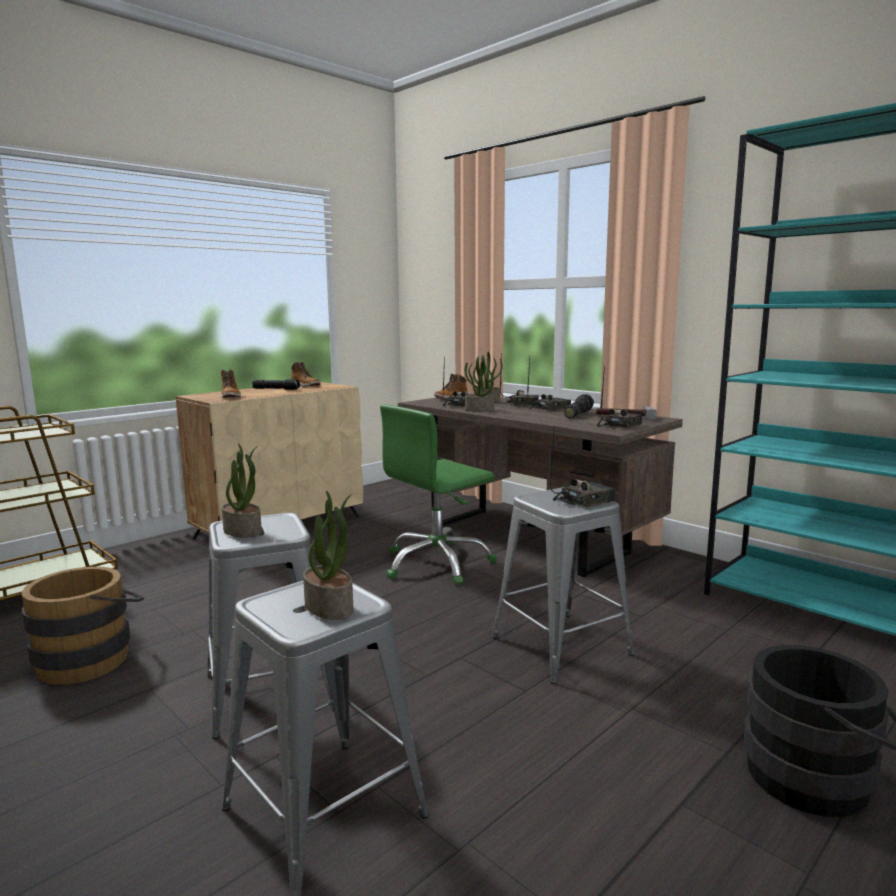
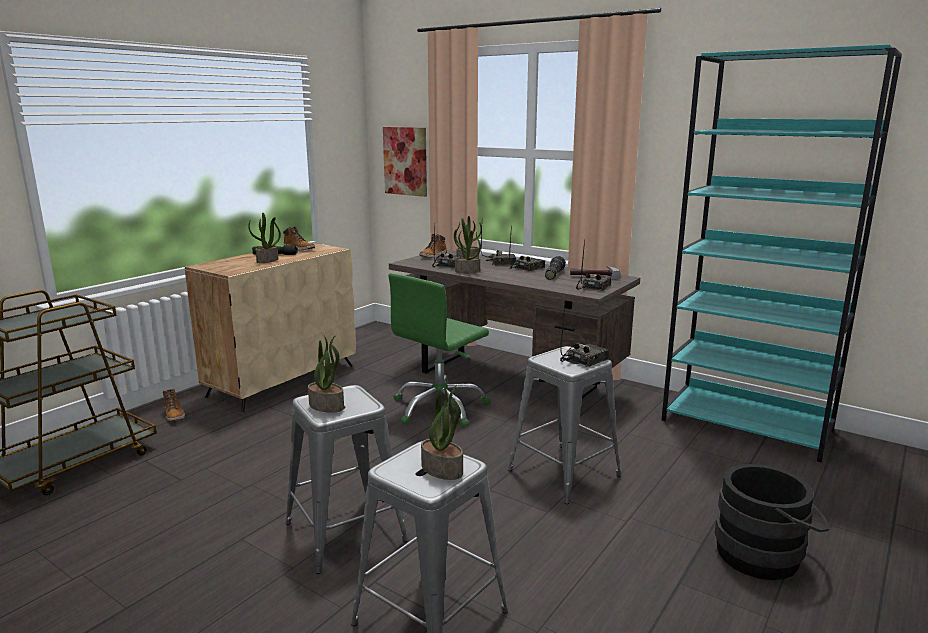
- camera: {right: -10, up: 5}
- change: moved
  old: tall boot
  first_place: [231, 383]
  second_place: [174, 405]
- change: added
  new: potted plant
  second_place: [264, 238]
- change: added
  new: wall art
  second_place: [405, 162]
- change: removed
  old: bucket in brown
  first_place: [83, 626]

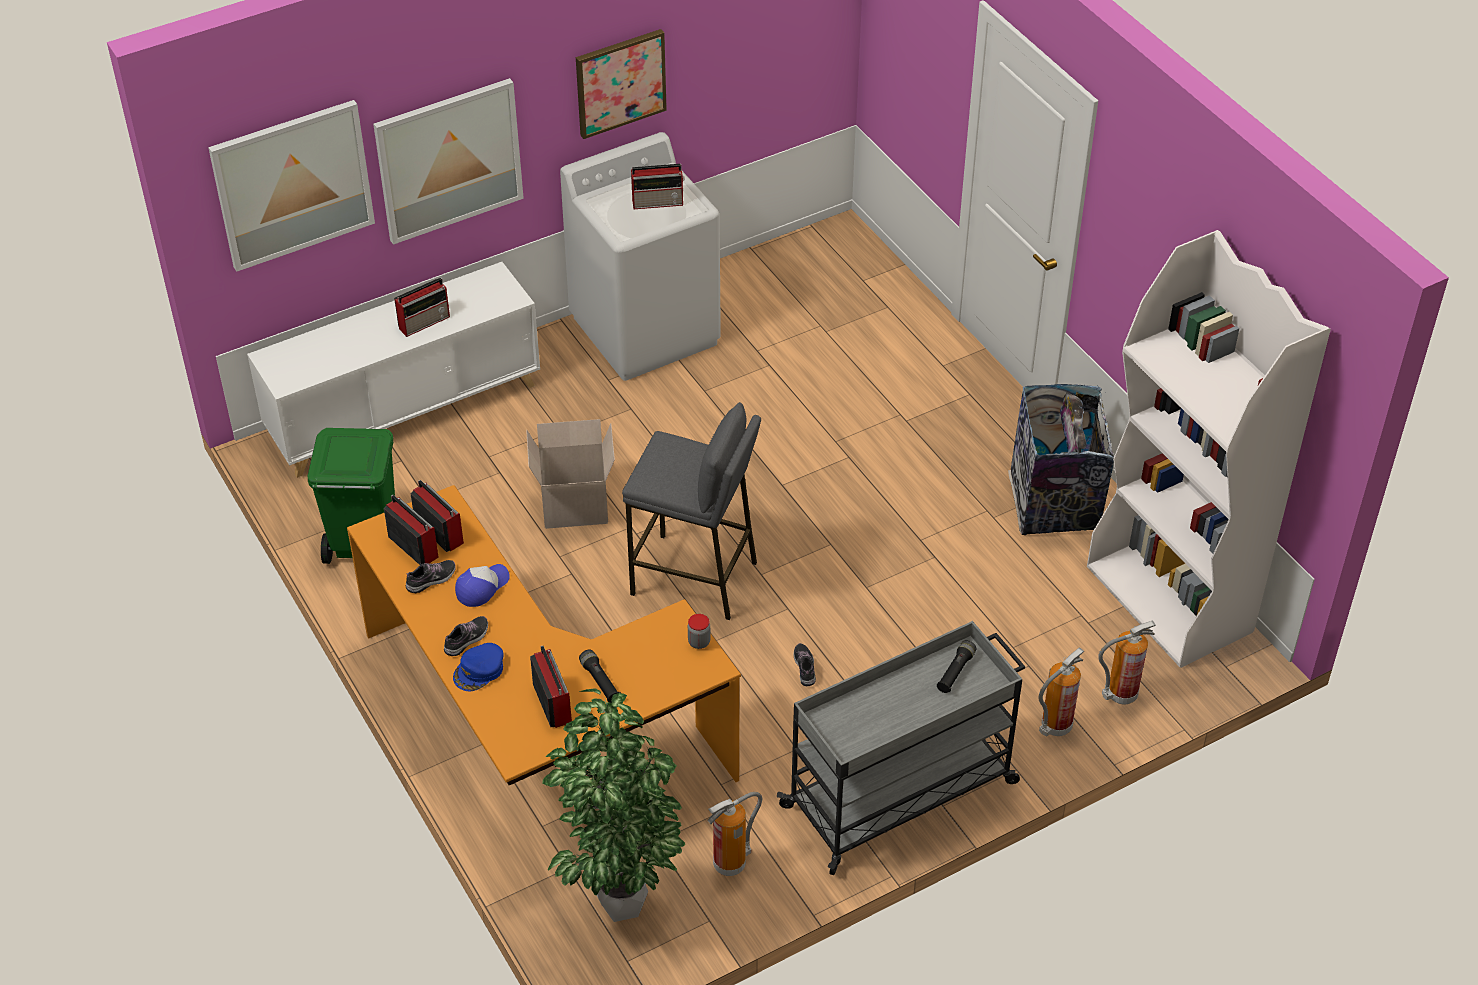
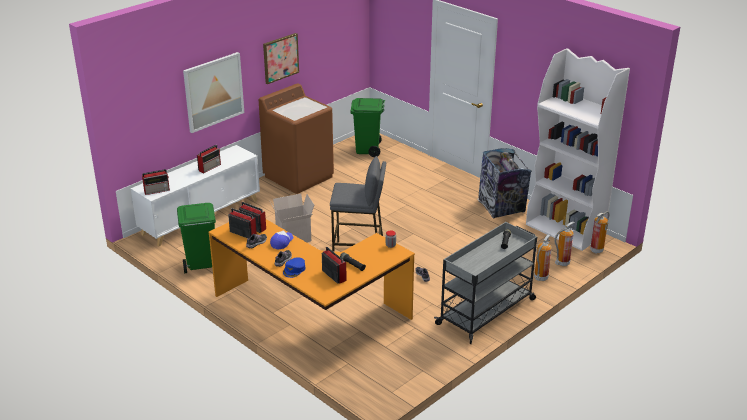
- camera: {right: -15, up: -15}
- change: moved
  old: radio
  first_place: [658, 186]
  second_place: [156, 182]
- change: recoloured
  old: washing machine in white
  new: washing machine in brown
  first_place: [640, 256]
  second_place: [296, 139]
- change: added
  new: rubbish bin in green-coloured
  second_place: [368, 127]
- change: moved
  old: fire-fighting cylinder
  first_place: [734, 834]
  second_place: [599, 232]
- change: removed
  old: wall art
  first_place: [291, 186]
- change: removed
  old: potted plant
  first_place: [613, 805]

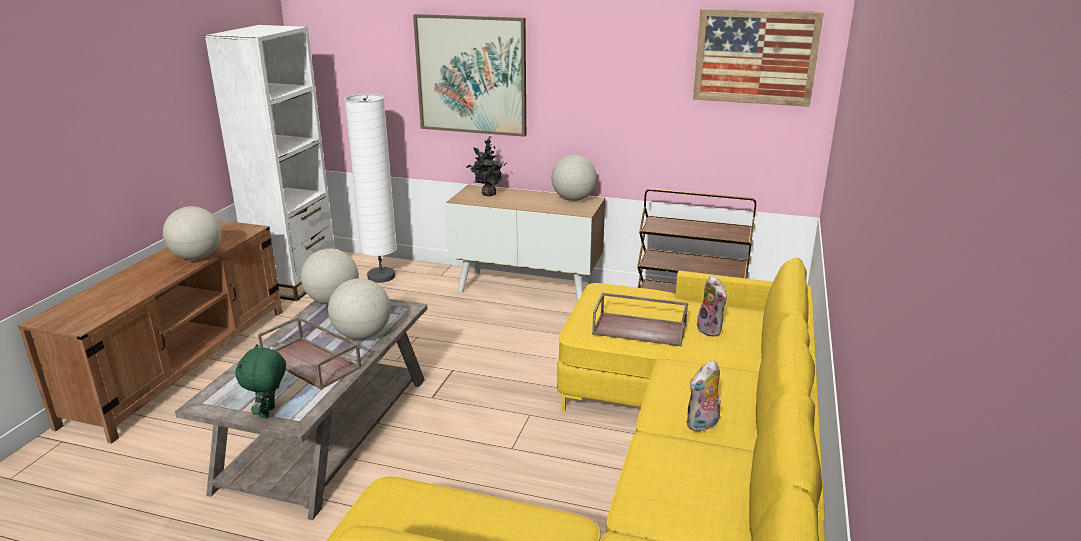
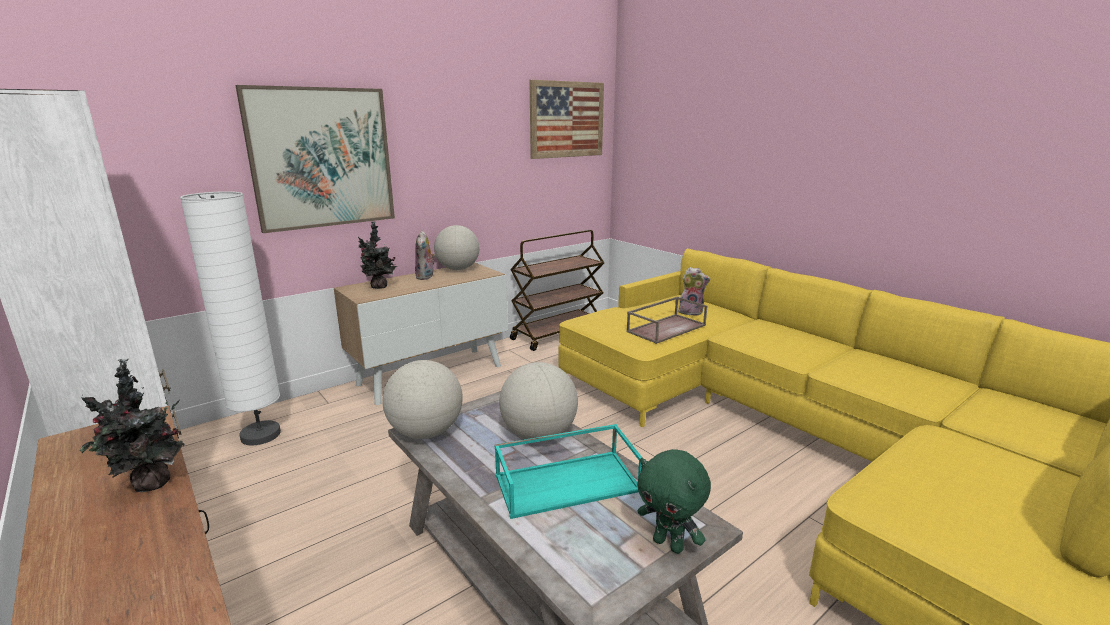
- camera: {right: -55, up: -5}
- change: replaced
  old: world globe
  new: potted plant
  first_place: [192, 233]
  second_place: [132, 425]
- change: moved
  old: cuddly toy
  first_place: [703, 396]
  second_place: [425, 255]
- change: recoloured
  old: tray in brown
  new: tray in blue-green
  first_place: [310, 353]
  second_place: [568, 471]

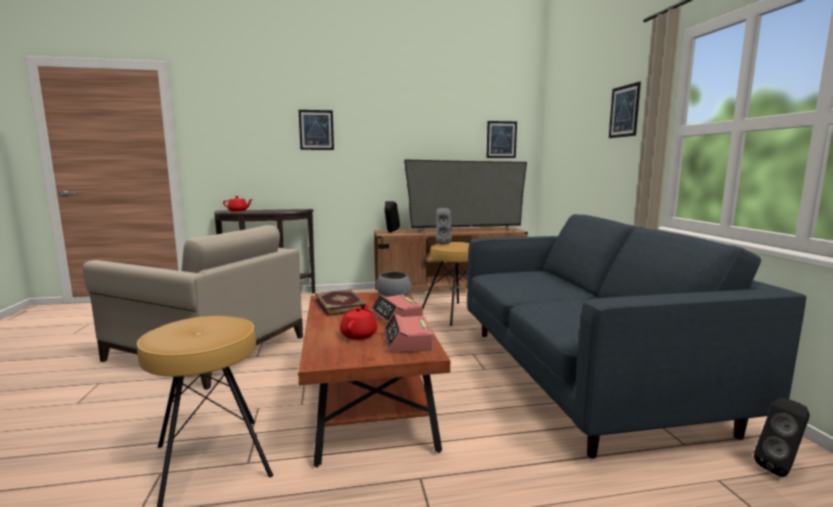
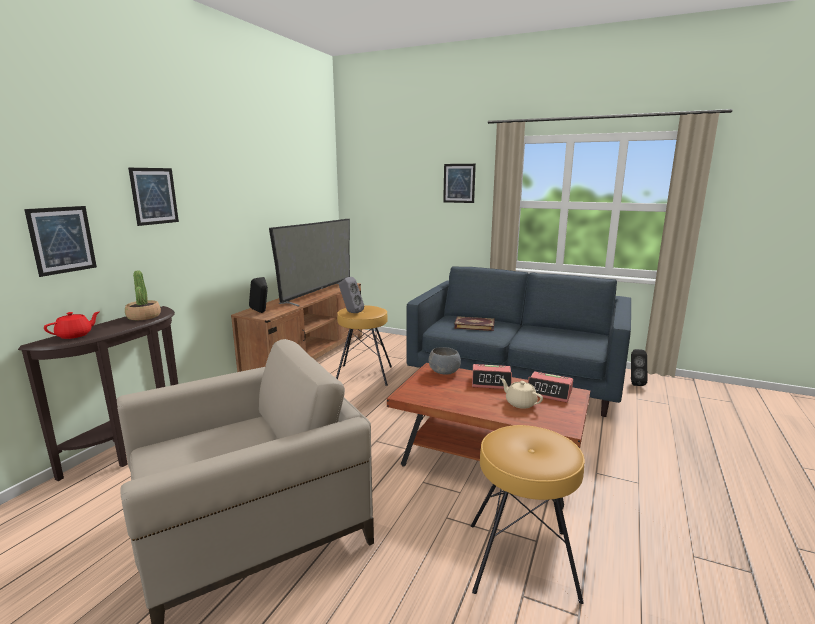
- camera: {right: -55, up: 5}
- change: moved
  old: wall art
  first_place: [501, 139]
  second_place: [60, 241]
- change: added
  new: potted plant
  second_place: [143, 295]
- change: moved
  old: book
  first_place: [341, 302]
  second_place: [474, 323]
- change: recoloured
  old: pot for tea in red-coloured
  new: pot for tea in beige-coloured
  first_place: [358, 322]
  second_place: [521, 393]

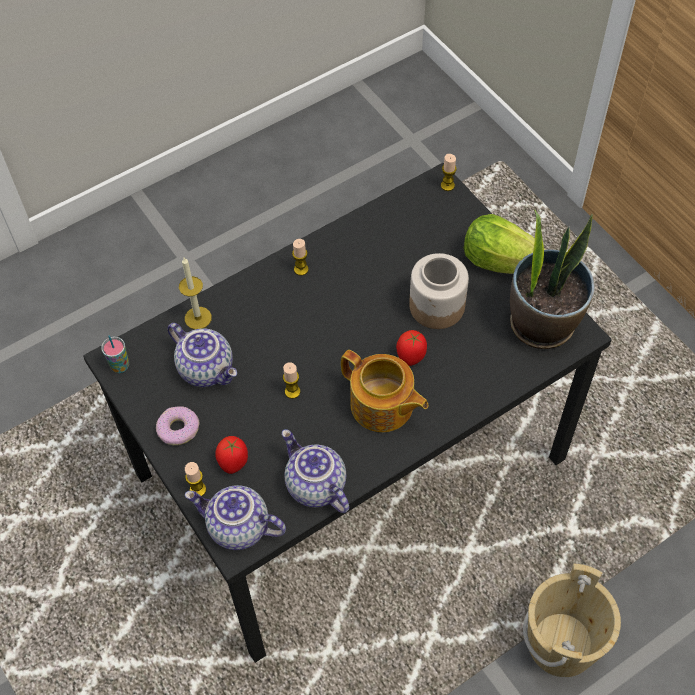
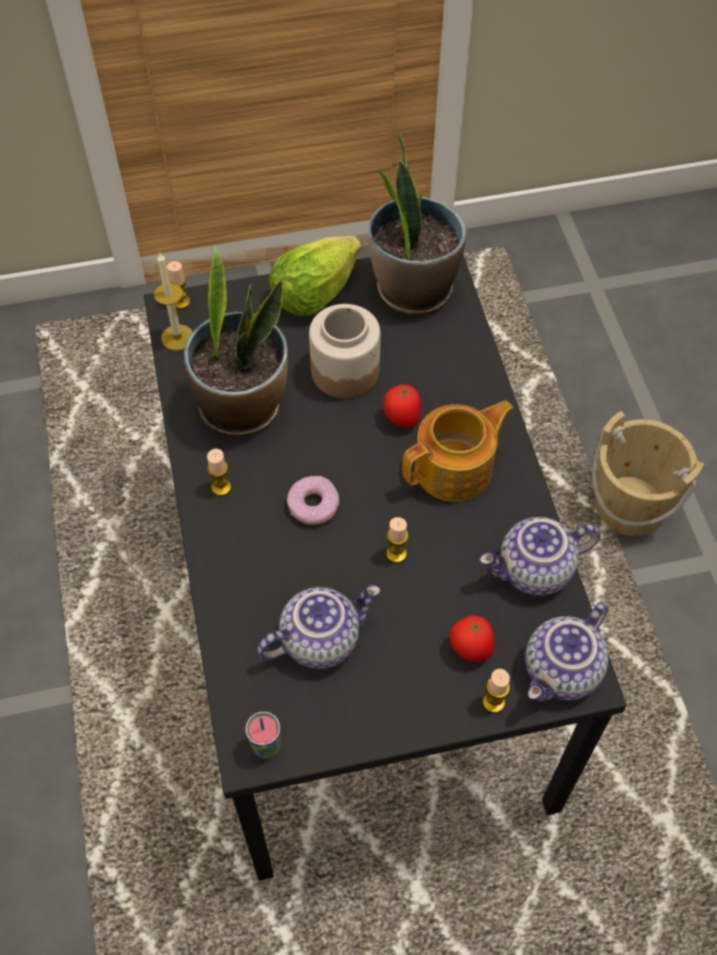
- camera: {right: -70, up: 0}
- change: moved
  old: candle
  first_place: [195, 293]
  second_place: [173, 302]
- change: added
  new: potted plant
  second_place: [236, 340]
- change: moved
  old: donut
  first_place: [178, 425]
  second_place: [313, 500]

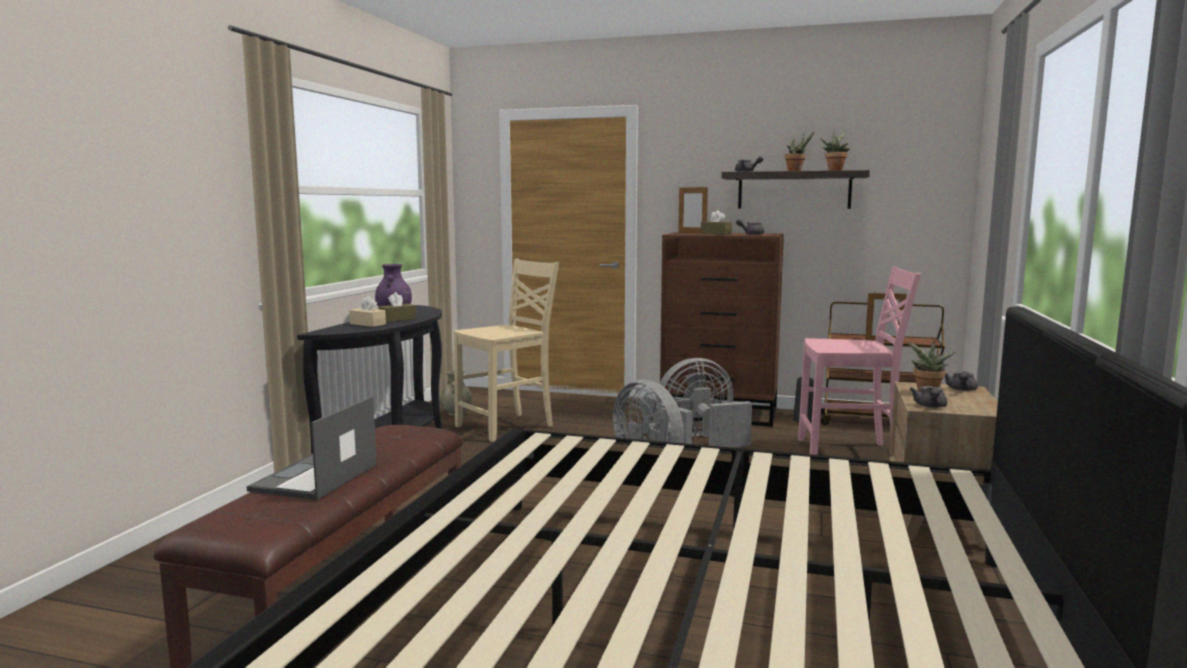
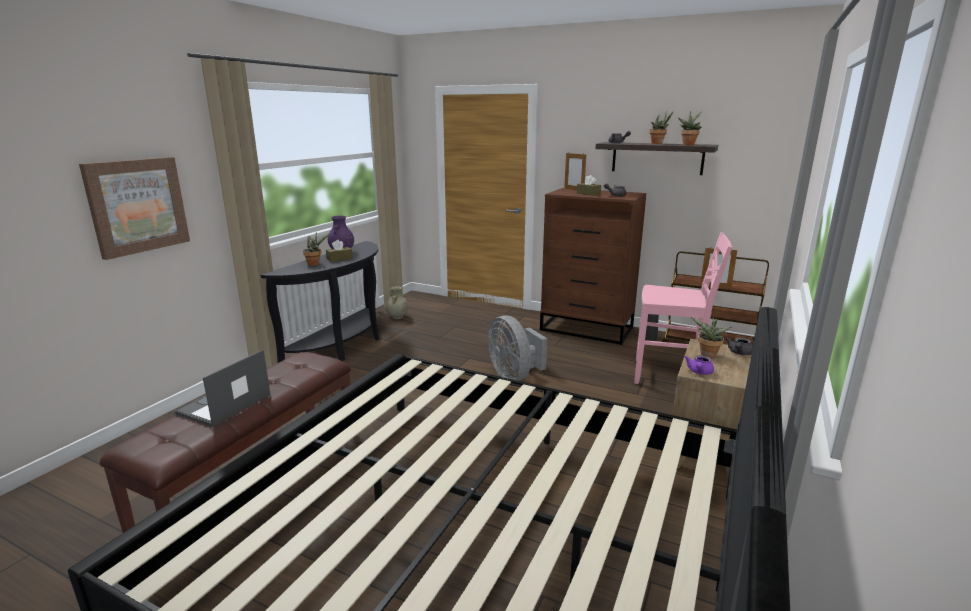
- camera: {right: 10, up: 10}
- change: added
  new: wall art
  second_place: [134, 208]
- change: replaced
  old: box of tissues in beige-coloured
  new: potted plant
  first_place: [367, 311]
  second_place: [316, 249]
- change: recoloured
  old: pot for tea in greyish
  new: pot for tea in purplish
  first_place: [929, 397]
  second_place: [699, 365]
- change: removed
  old: chair in beige-coloured
  first_place: [506, 350]
- change: removed
  old: fan in greyish
  first_place: [704, 402]

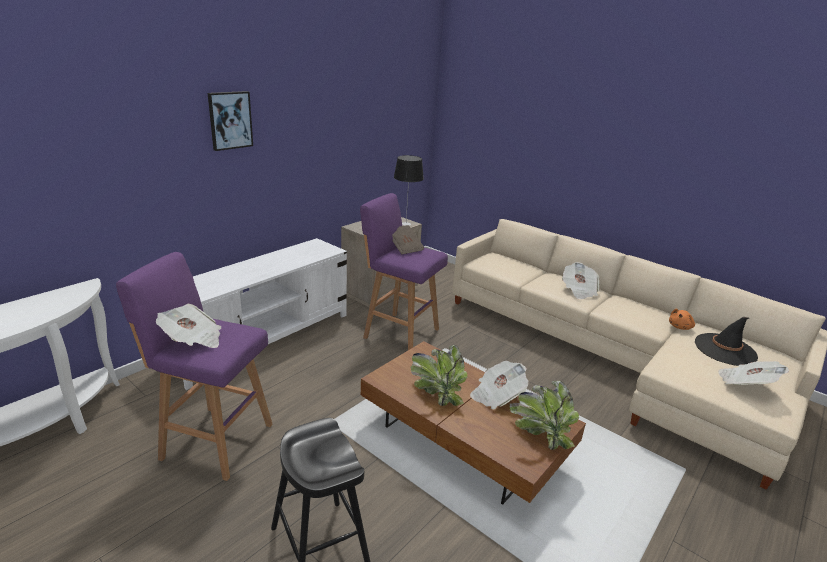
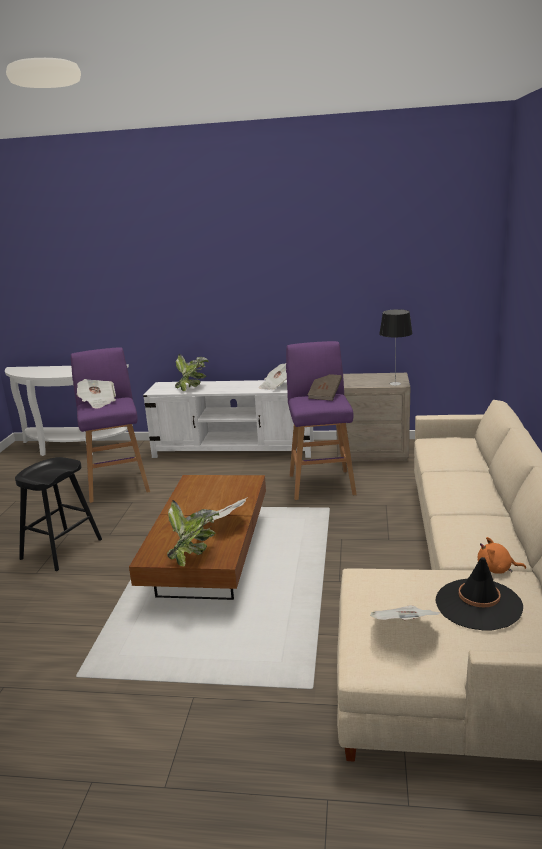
- camera: {right: 60, up: -5}
- change: moved
  old: potted plant
  first_place: [439, 375]
  second_place: [191, 372]
- change: moved
  old: printed paper
  first_place: [580, 280]
  second_place: [273, 376]
- change: removed
  old: wall art
  first_place: [230, 121]

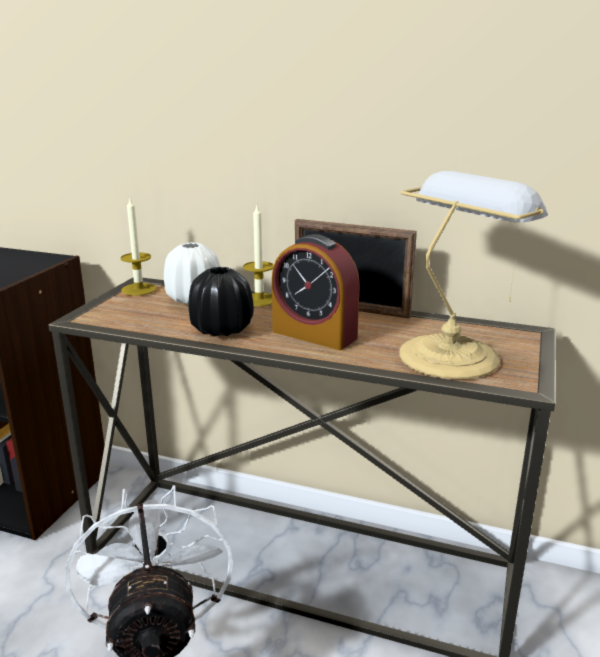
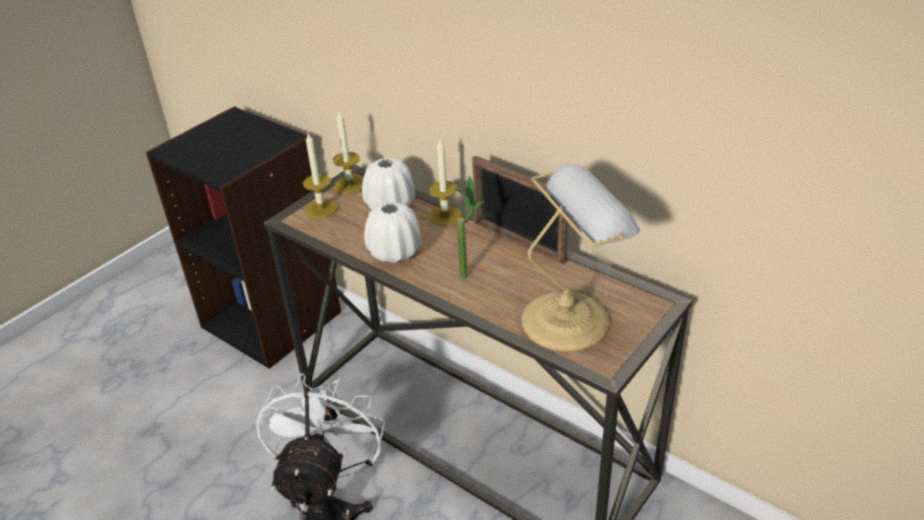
- camera: {right: 20, up: 15}
- change: added
  new: candle
  second_place: [320, 175]
- change: recoloured
  old: decorative vase in blackish
  new: decorative vase in white
  first_place: [221, 301]
  second_place: [392, 232]
- change: replaced
  old: bedside clock
  new: potted plant
  first_place: [316, 292]
  second_place: [469, 227]

